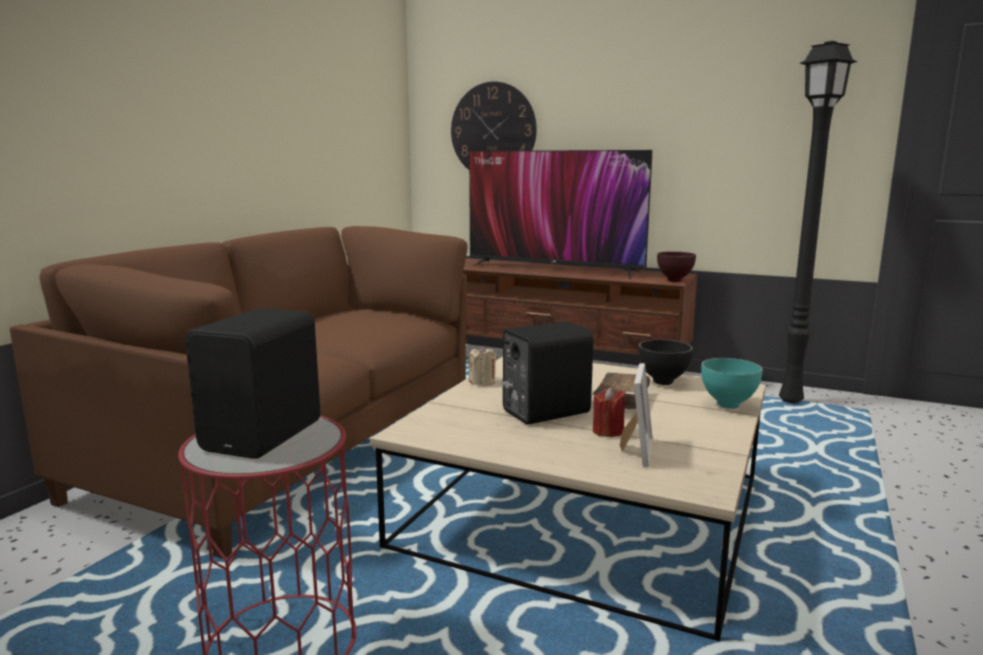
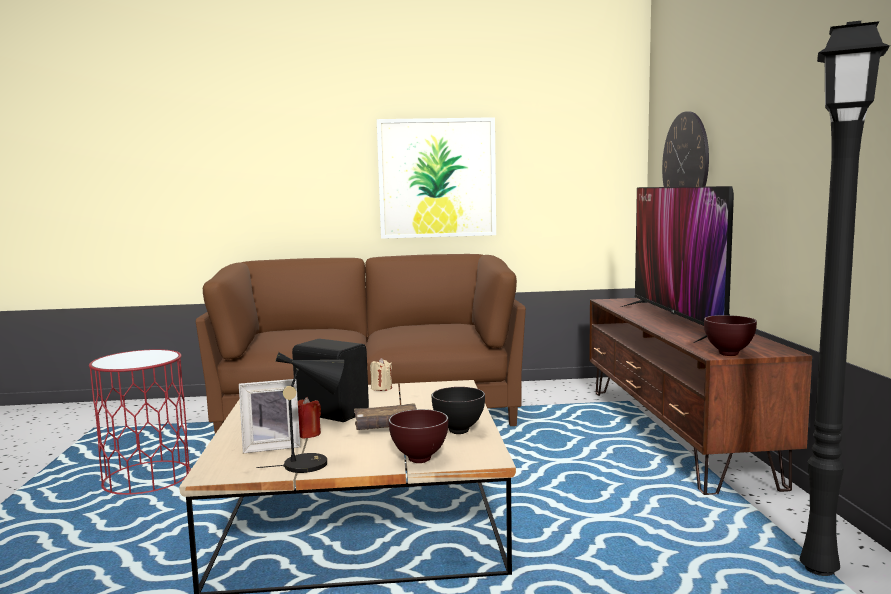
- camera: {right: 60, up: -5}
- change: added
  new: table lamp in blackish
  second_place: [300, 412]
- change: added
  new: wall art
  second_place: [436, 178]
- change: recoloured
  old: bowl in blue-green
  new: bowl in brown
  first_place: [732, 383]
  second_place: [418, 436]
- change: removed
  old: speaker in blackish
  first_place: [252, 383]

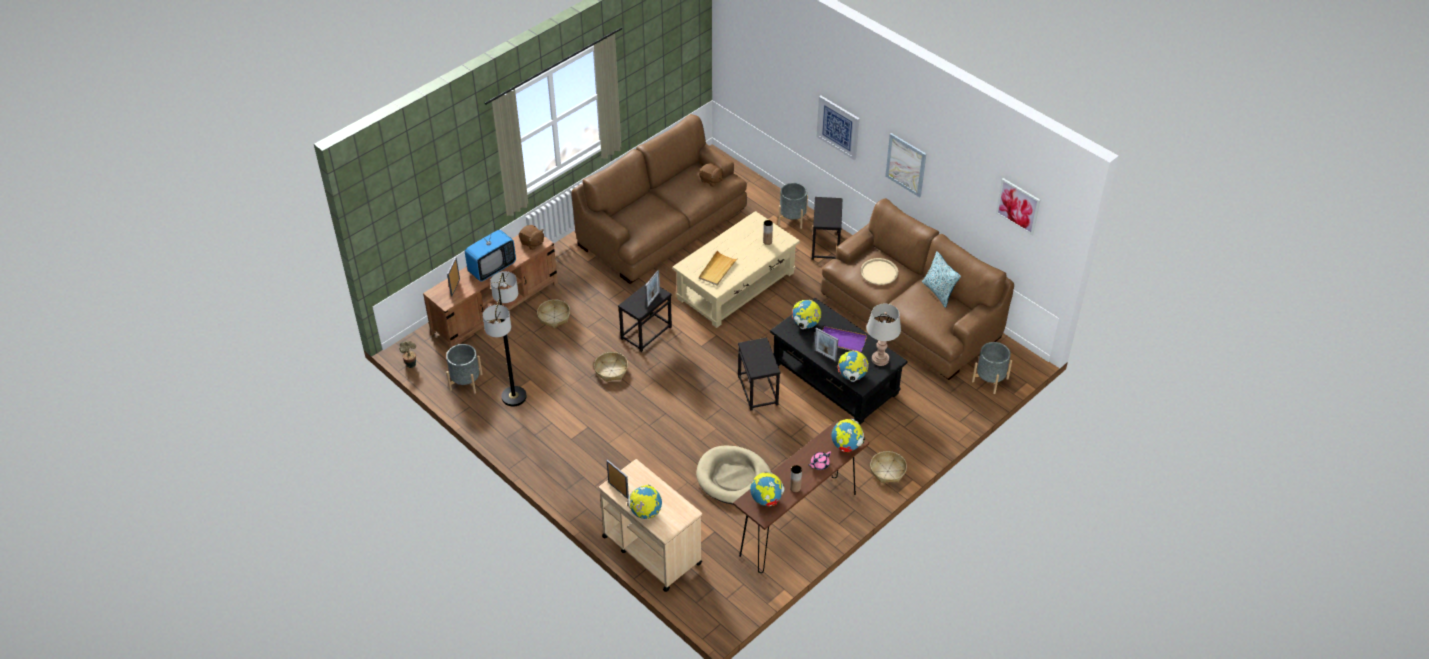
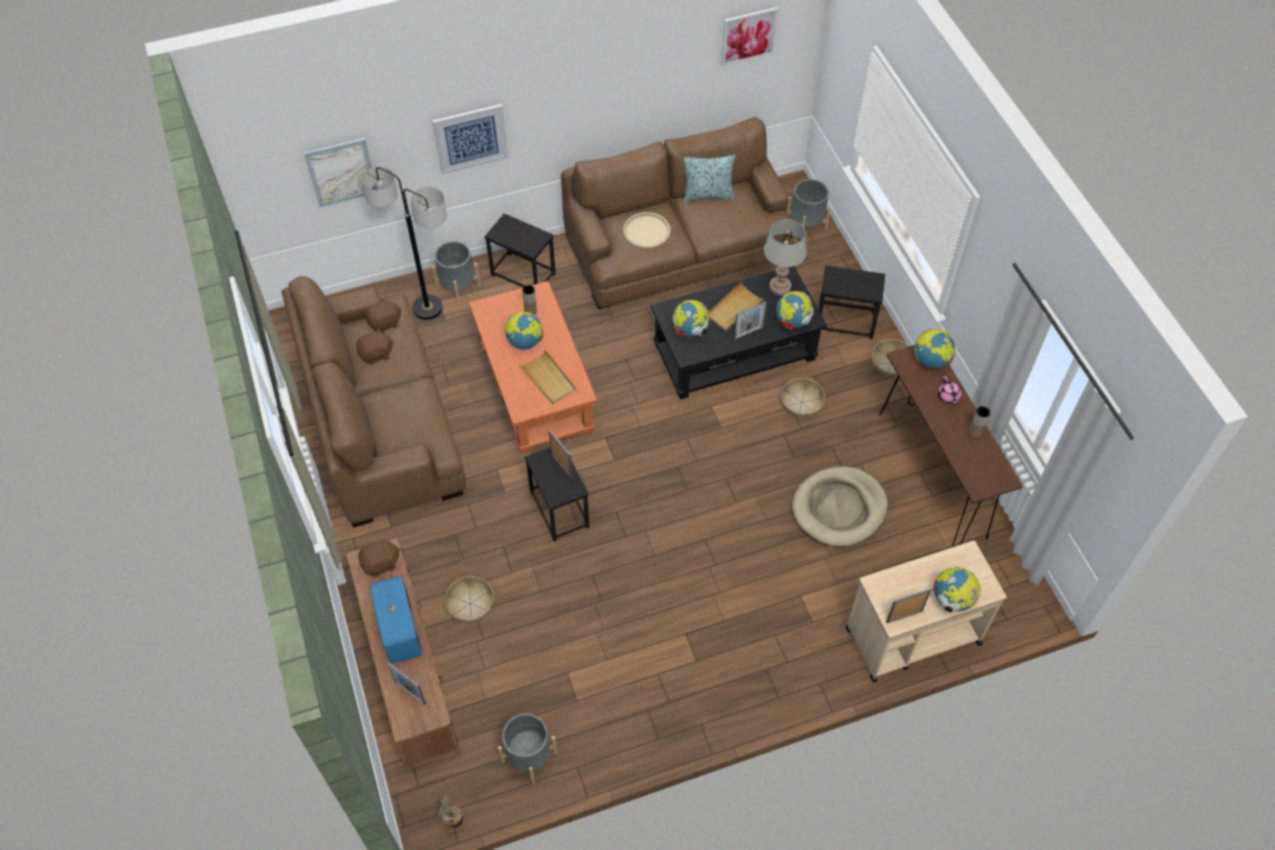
- camera: {right: -65, up: 10}
- change: moved
  old: wall art
  first_place: [905, 165]
  second_place: [340, 172]
- change: added
  new: cuddly toy in brown
  second_place: [375, 346]
- change: moved
  old: standard lamp
  first_place: [505, 338]
  second_place: [404, 243]
- change: recoloured
  old: low table in beige-coloured
  new: low table in orange-coloured
  first_place: [736, 269]
  second_place: [533, 367]
- change: moved
  old: world globe
  first_place: [767, 489]
  second_place: [524, 331]
- change: recoloured
  old: tray in purplish
  new: tray in beige-coloured
  first_place: [844, 339]
  second_place: [737, 306]
- change: moved
  old: household basket
  first_place: [611, 367]
  second_place: [803, 398]
- change: moved
  old: end table in blackish
  first_place: [759, 374]
  second_place: [851, 302]

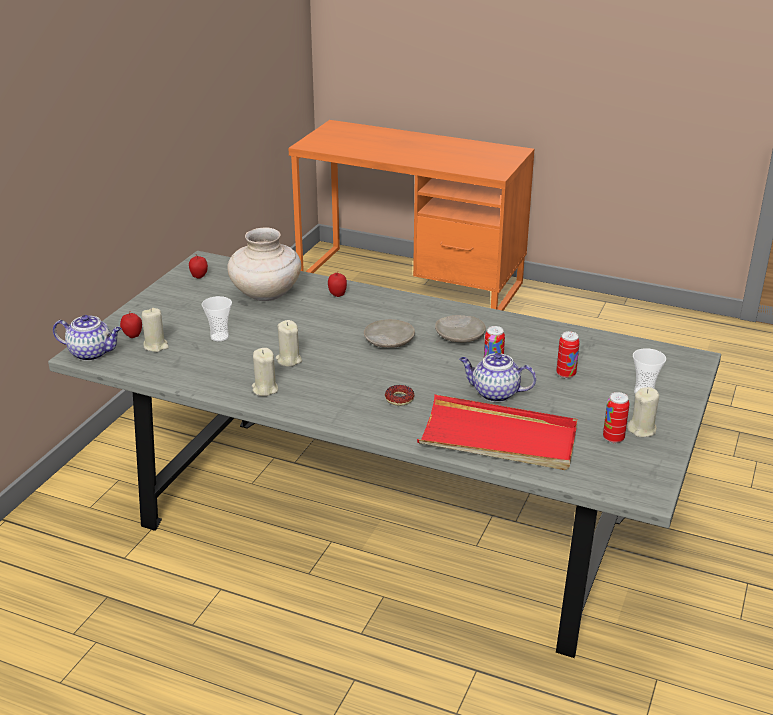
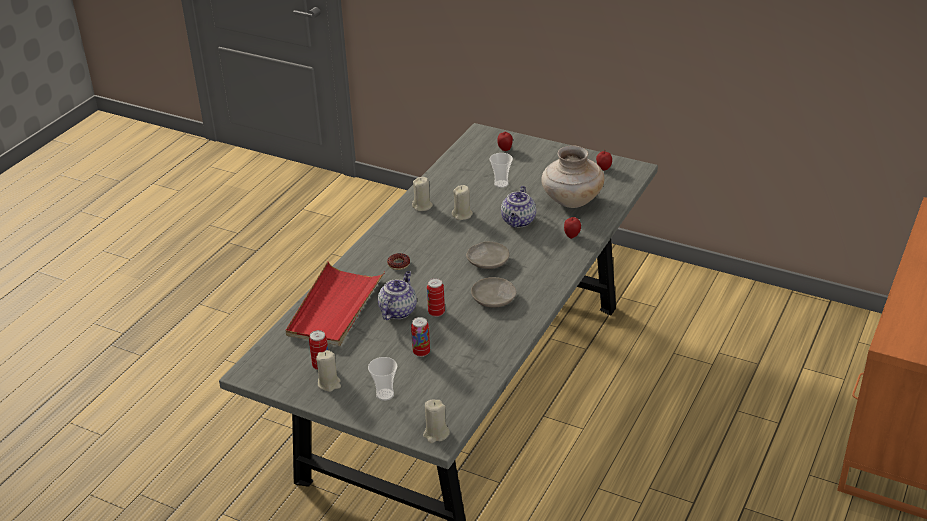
- camera: {right: 95, up: 5}
- change: moved
  old: candle in beige-coloured
  first_place: [155, 330]
  second_place: [436, 421]
- change: moved
  old: pot for tea
  first_place: [87, 338]
  second_place: [518, 206]

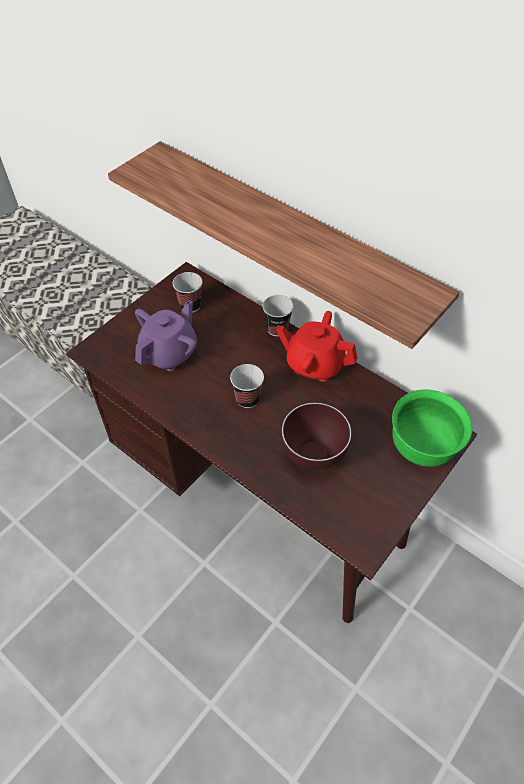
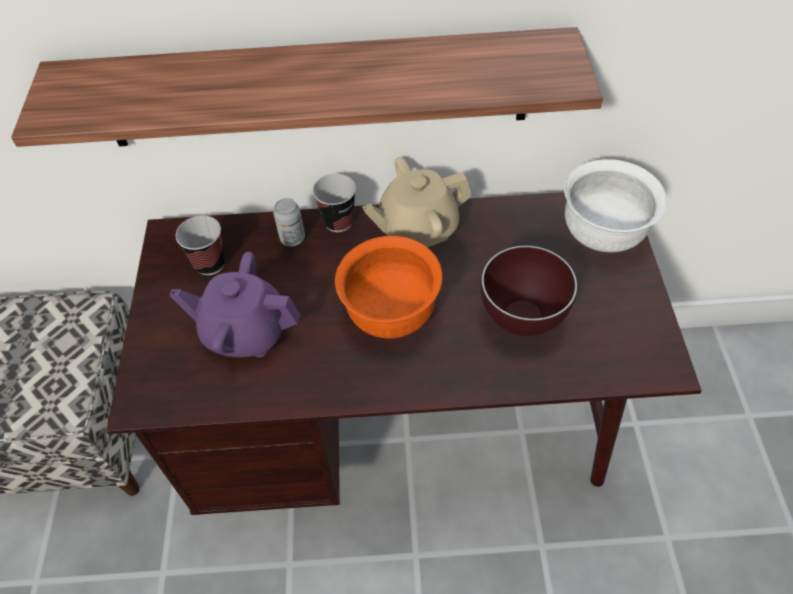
- camera: {right: -40, up: 0}
- change: turned
  old: pot for tea in purplish
  first_place: [166, 335]
  second_place: [235, 304]
  degrees: -75
- change: added
  new: sealed can
  second_place: [289, 222]
- change: replaced
  old: cup
  new: bowl in orange-coloured
  first_place: [247, 386]
  second_place: [388, 287]
- change: recoloured
  old: pot for tea in red-coloured
  new: pot for tea in beige-coloured
  first_place: [316, 346]
  second_place: [417, 202]
- change: recoloured
  old: bowl in green-coloured
  new: bowl in white
  first_place: [432, 428]
  second_place: [615, 205]

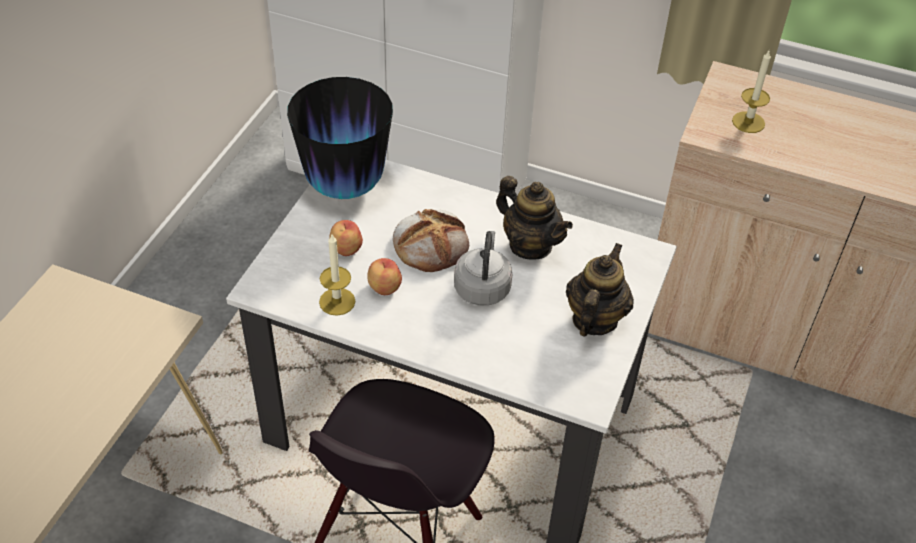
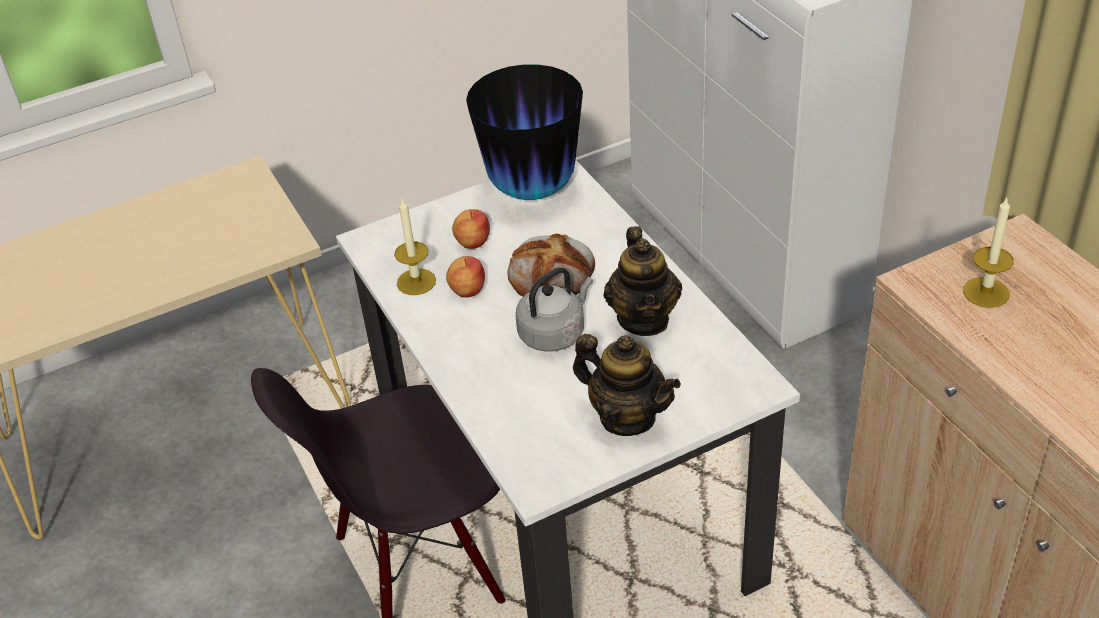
- camera: {right: 45, up: -5}
- change: turned
  old: pot for tea
  first_place: [600, 289]
  second_place: [627, 385]
  degrees: 60

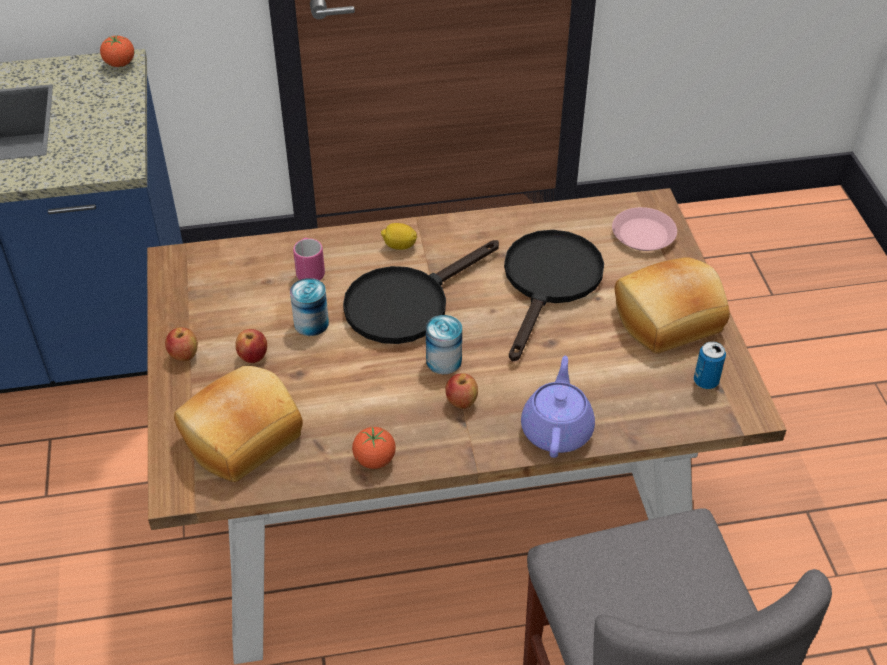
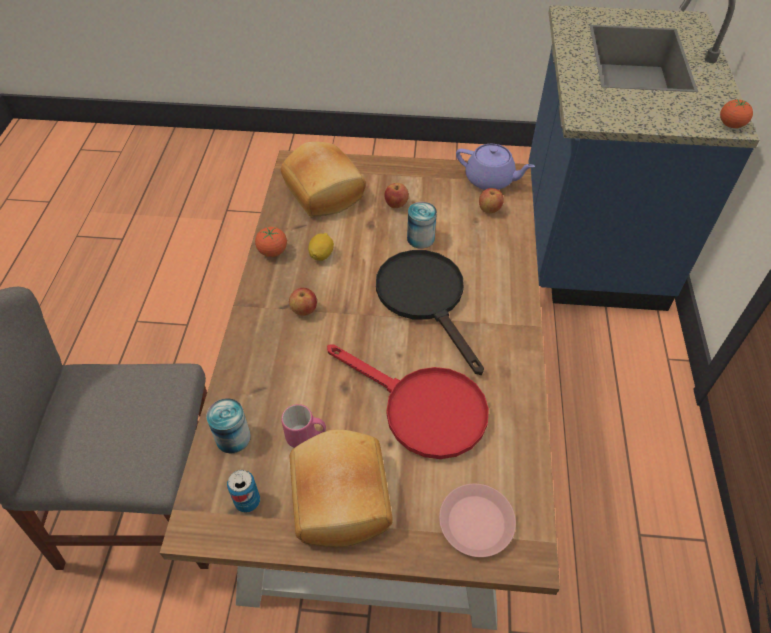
- camera: {right: 105, up: 5}
- change: moved
  old: sealed can
  first_place: [444, 344]
  second_place: [228, 425]
- change: moved
  old: coffee mug in pink-coloured
  first_place: [309, 259]
  second_place: [303, 426]
- change: moved
  old: lemon
  first_place: [399, 236]
  second_place: [321, 247]
- change: recoloured
  old: pan in blackish
  new: pan in red-coloured
  first_place: [554, 295]
  second_place: [408, 401]
- change: moved
  old: pot for tea in purplish
  first_place: [558, 407]
  second_place: [495, 167]
- change: moved
  old: apple fruit
  first_place: [181, 344]
  second_place: [491, 200]

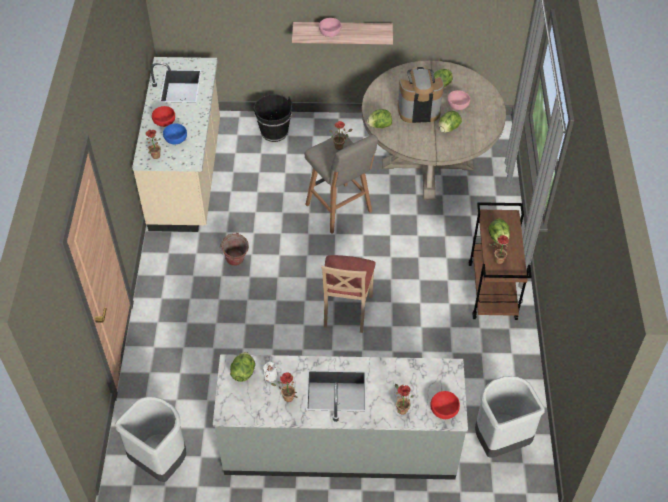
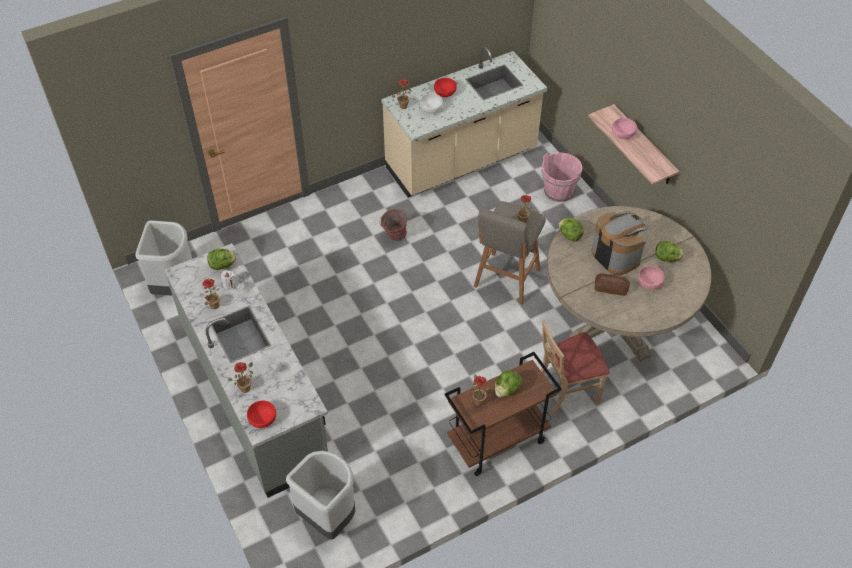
- camera: {right: 60, up: 0}
- change: recoloured
  old: bowl in blue
  new: bowl in white
  first_place: [175, 134]
  second_place: [431, 103]
- change: moved
  old: chair in beige-coloured
  first_place: [348, 294]
  second_place: [575, 368]
- change: recoloured
  old: bucket in blackish
  new: bucket in pink-coloured
  first_place: [272, 118]
  second_place: [562, 177]
- change: replaced
  old: lettuce head
  new: baked bread
  first_place: [450, 122]
  second_place: [612, 285]

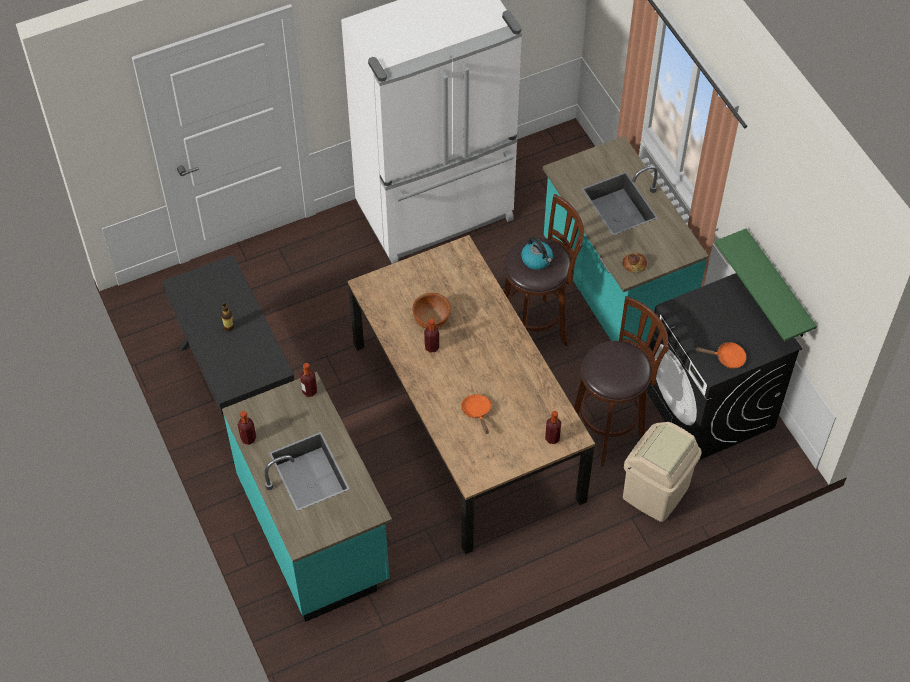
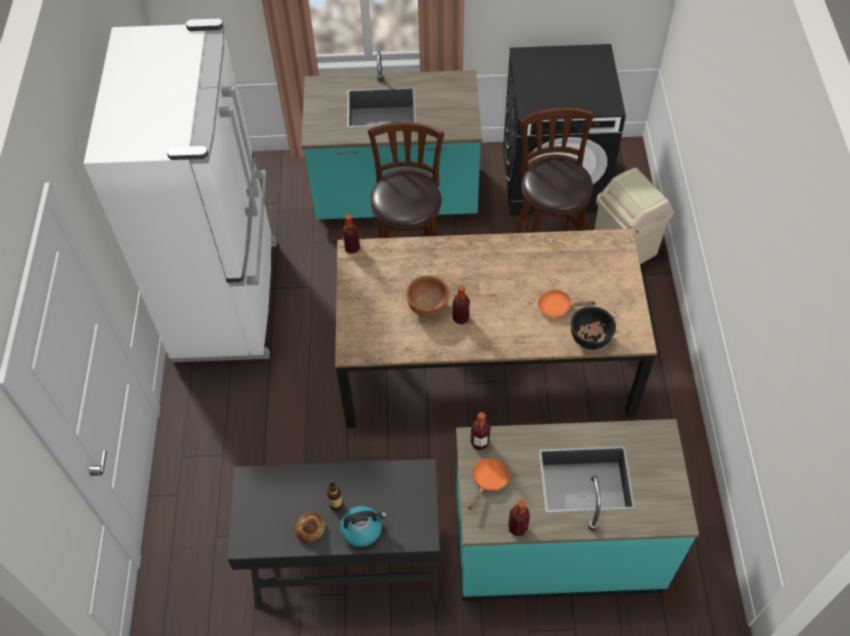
- camera: {right: -65, up: 0}
- change: moved
  old: baked bread
  first_place: [634, 263]
  second_place: [310, 527]
- change: moved
  old: tea kettle
  first_place: [537, 253]
  second_place: [363, 526]
- change: moved
  old: drink bottle
  first_place: [553, 427]
  second_place: [351, 234]
- change: moved
  old: pan in orange-coloured
  first_place: [721, 355]
  second_place: [488, 484]
- change: added
  new: bowl in blackish
  second_place: [593, 328]
- change: removed
  old: wall shelf in green-coloured
  first_place: [766, 285]

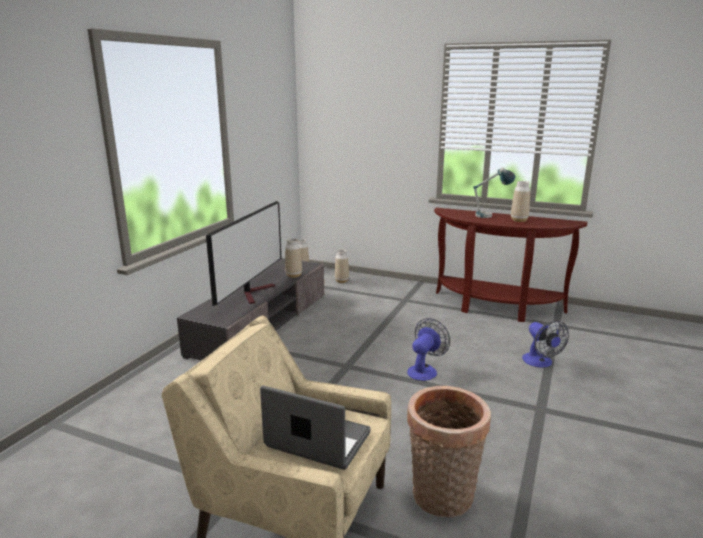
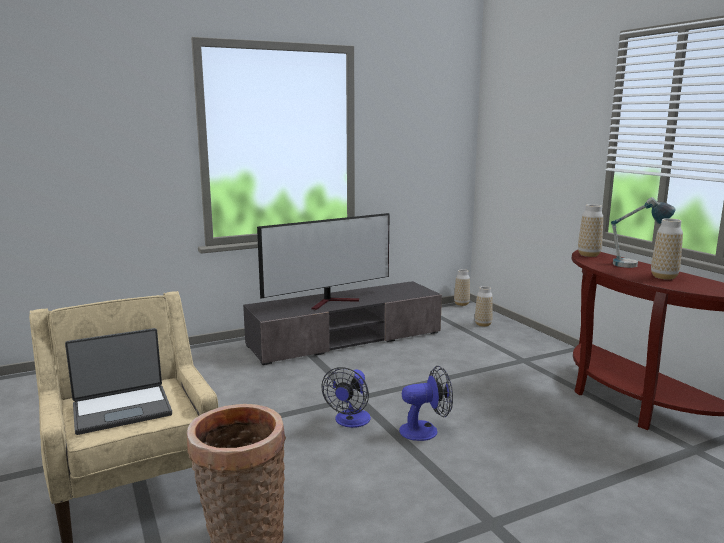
- camera: {right: 40, up: -5}
- change: turned
  old: notebook computer
  first_place: [315, 428]
  second_place: [118, 381]
  degrees: 90
- change: moved
  old: fan
  first_place: [545, 344]
  second_place: [346, 397]
- change: moved
  old: decorative vase
  first_place: [293, 258]
  second_place: [590, 230]

